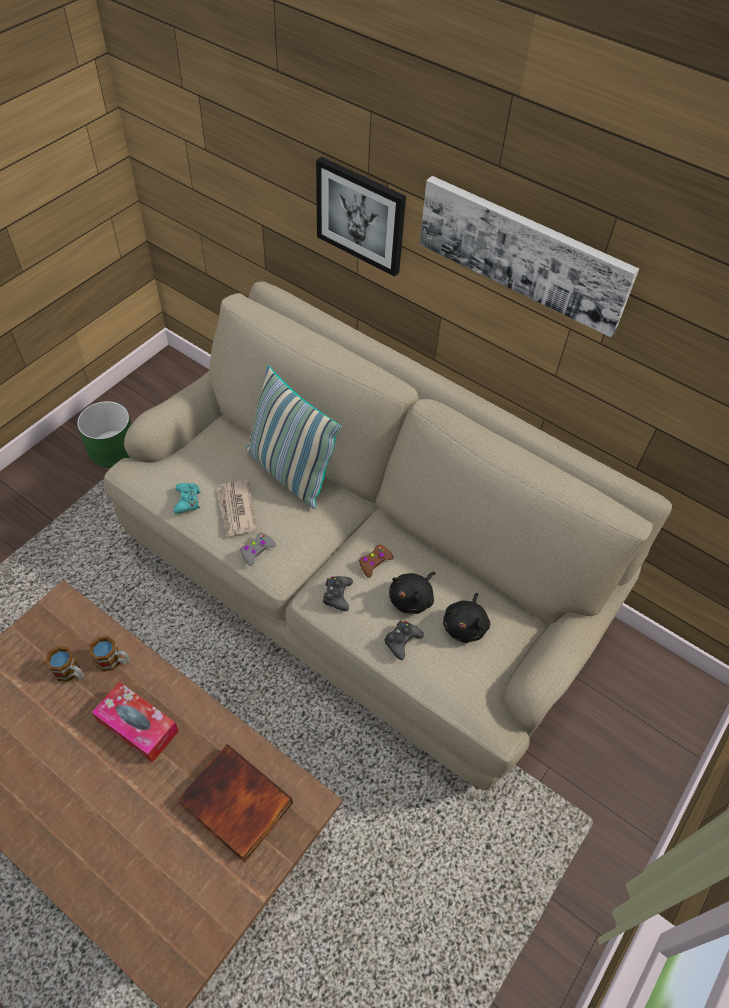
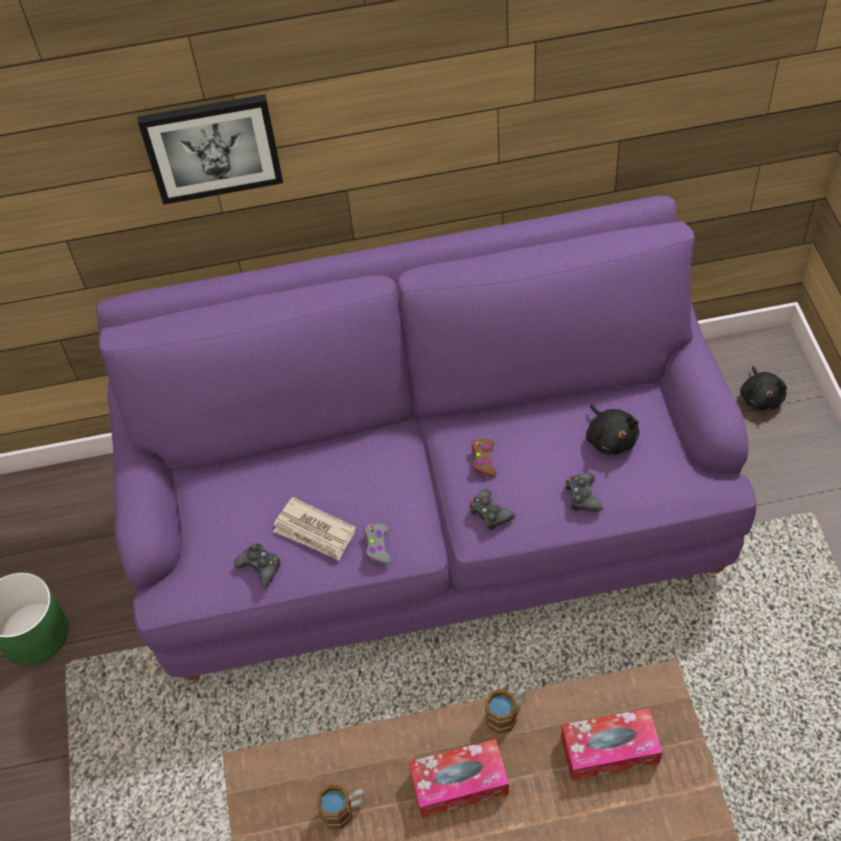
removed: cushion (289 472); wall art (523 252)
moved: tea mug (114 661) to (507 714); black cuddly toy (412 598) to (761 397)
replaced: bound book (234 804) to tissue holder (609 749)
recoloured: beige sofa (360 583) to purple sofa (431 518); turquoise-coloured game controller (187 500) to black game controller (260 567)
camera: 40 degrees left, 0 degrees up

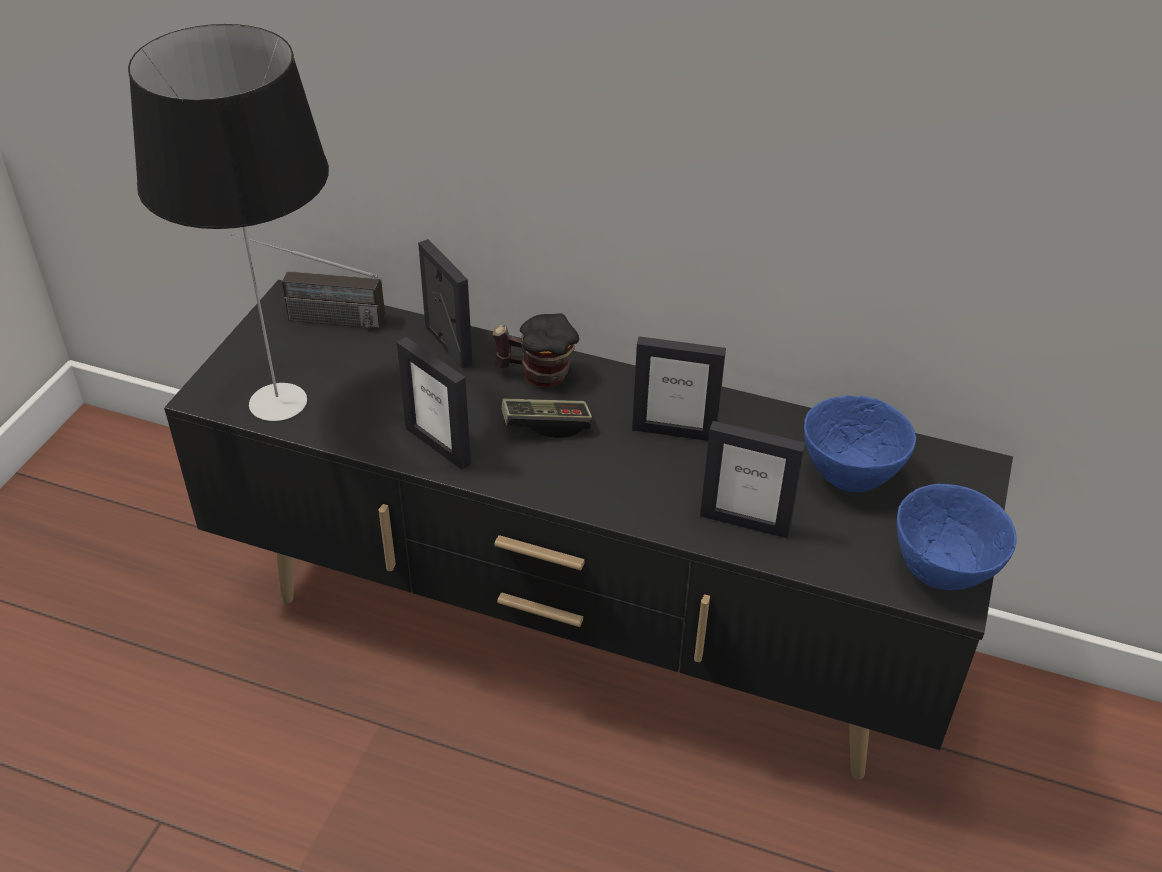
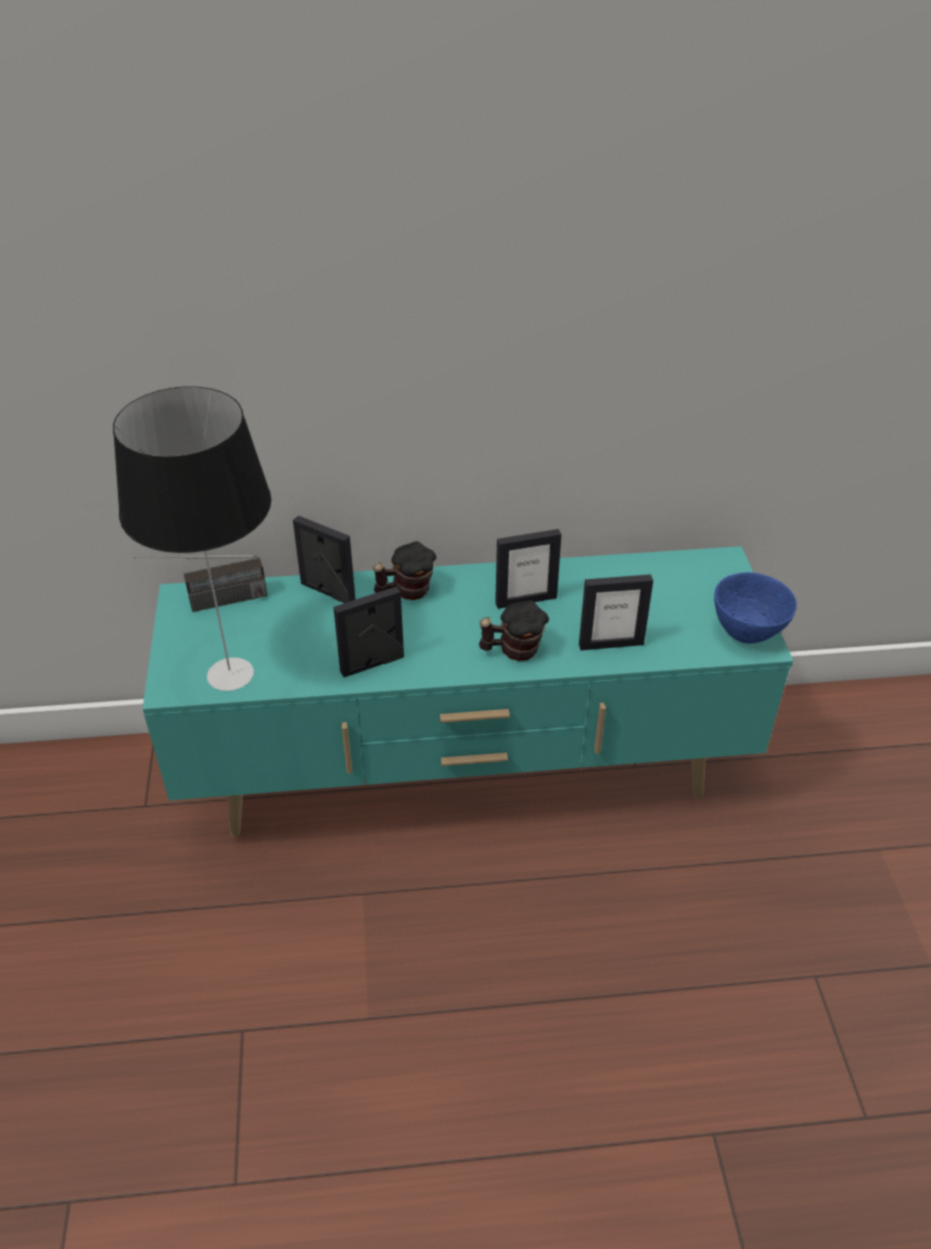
removed: game controller (546 425); bluish deep dish (850 478)
added: tea mug (512 650)
recoloured: black tv stand (580 636) to turquoise-coloured tv stand (467 777)
turned: picture frame (438 445) = (372 664) 135 degrees clockwise
camera: 25 degrees left, 0 degrees up

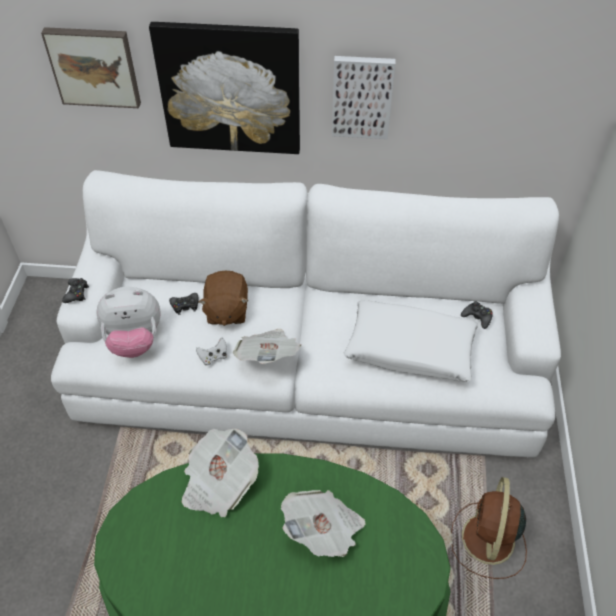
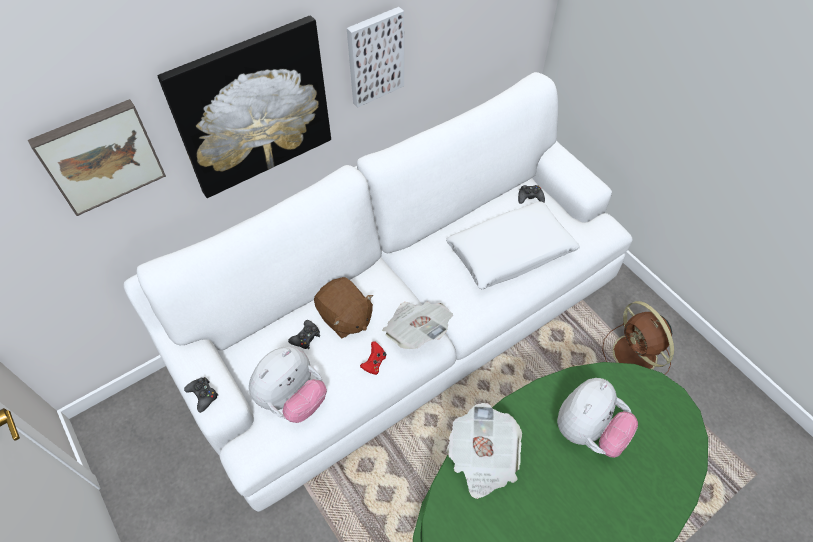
replaced: newspaper (324 530) to cuddly toy (588 430)
recoloured: whitish game controller (213 357) to red game controller (374 363)
camera: 40 degrees left, 5 degrees up

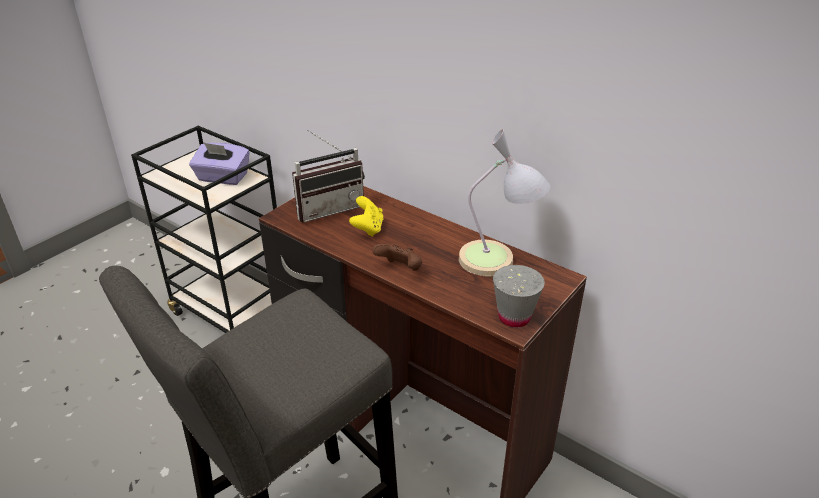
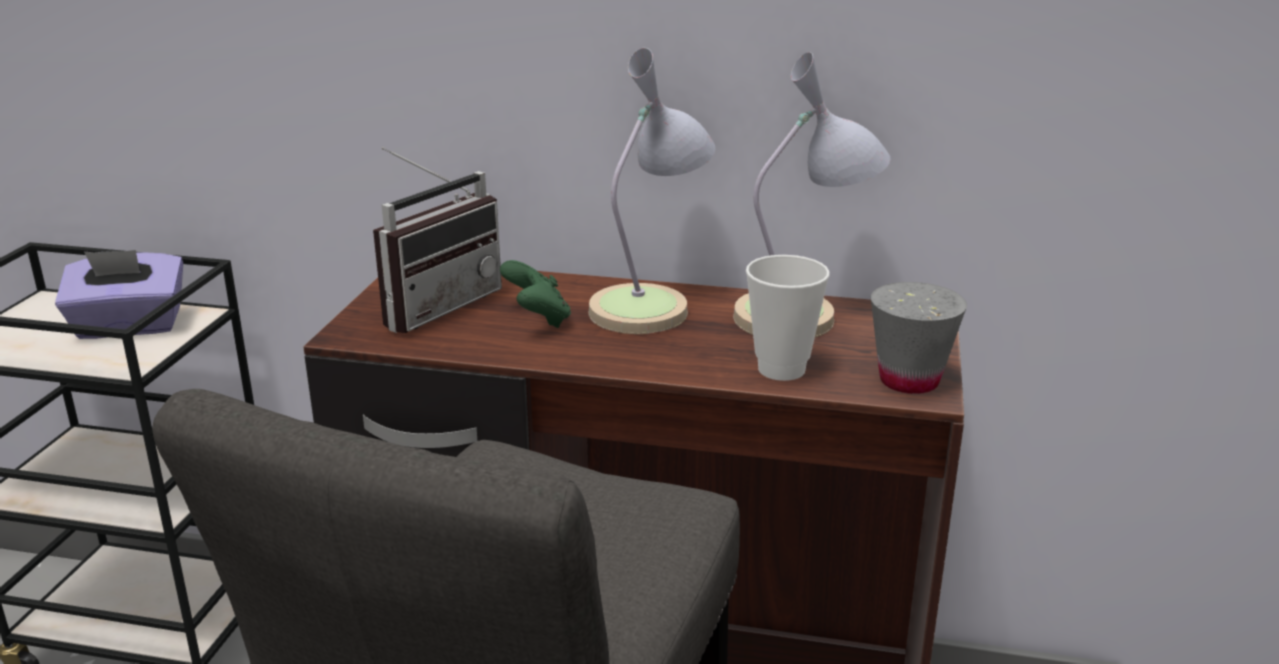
removed: brownish game controller (400 269)
added: table lamp (652 305); cup (781 369)
recoloured: yellowish game controller (368 229) to green-coloured game controller (538 319)
camera: 25 degrees left, 10 degrees down

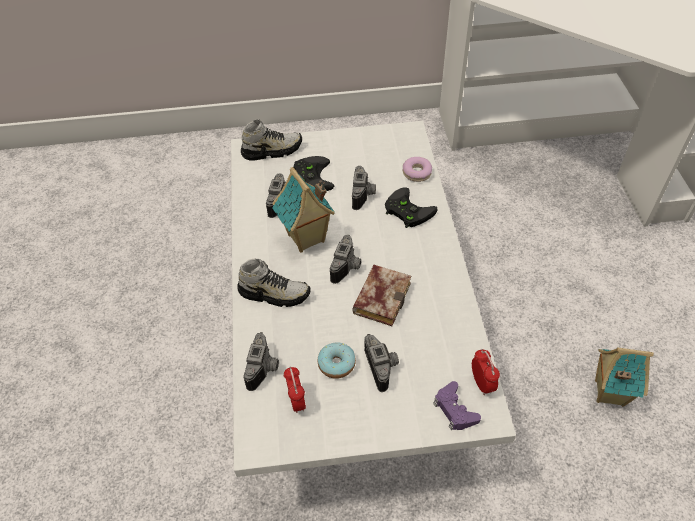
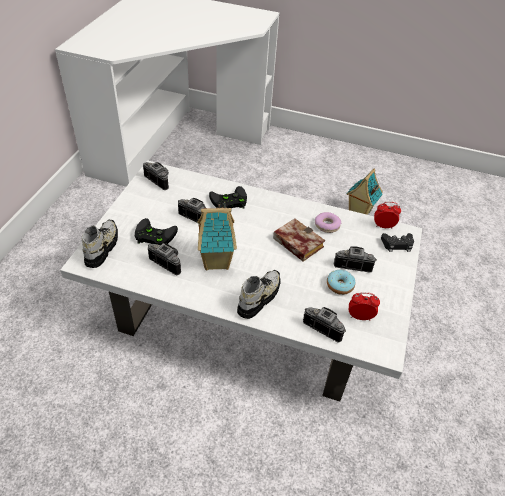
moved: photo camera (348 267) to (160 180); doughnut (417 173) to (327 225)
recoloured: purple game controller (454 410) to black game controller (397 244)
camera: 70 degrees left, 5 degrees down

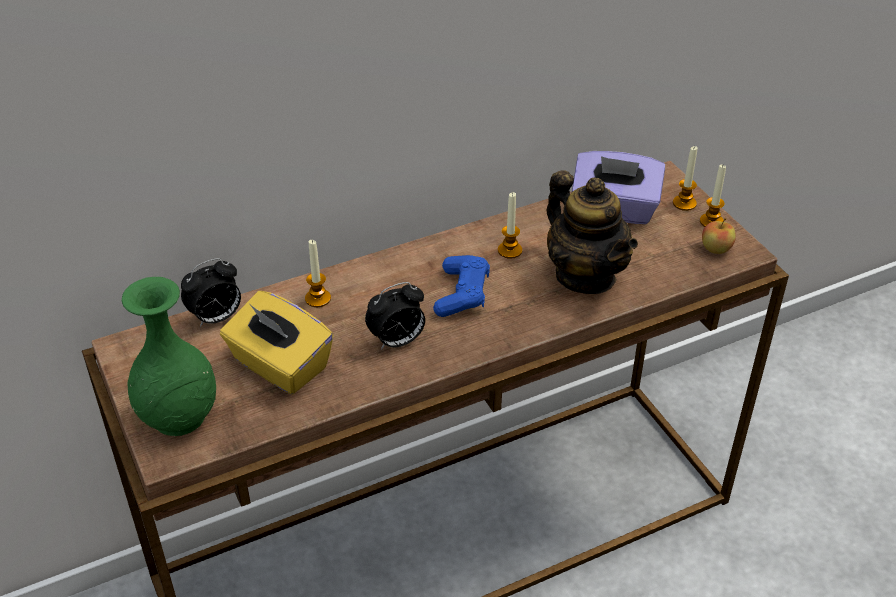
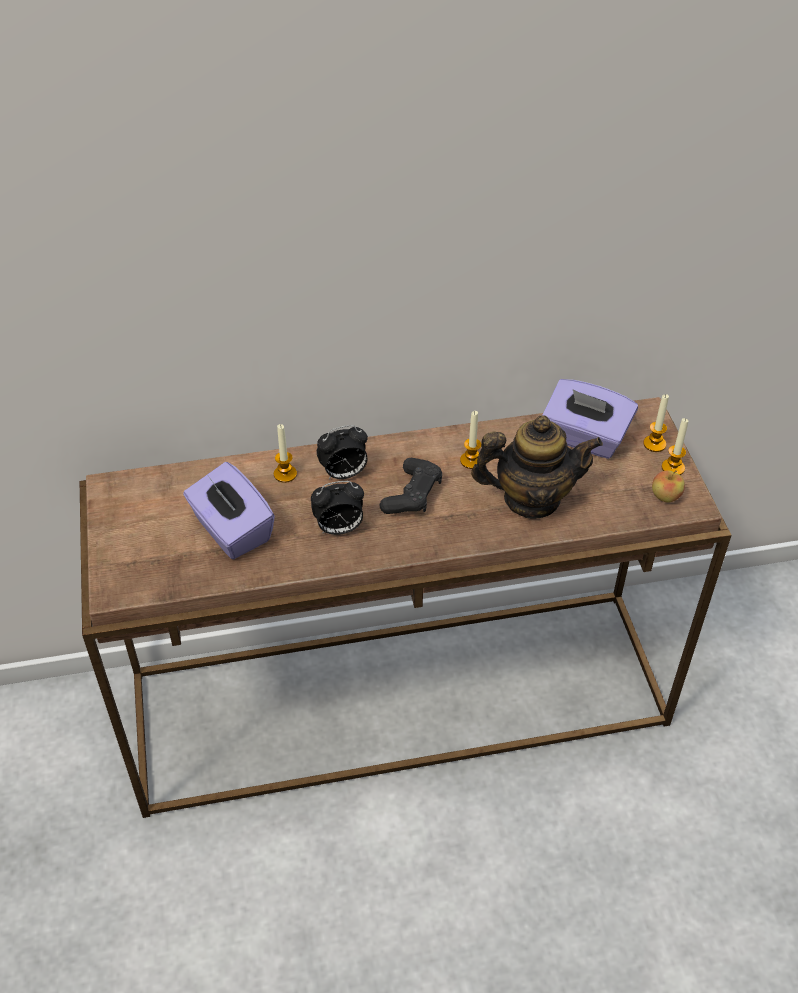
removed: green-coloured flower vase (179 417)
moved: table clock (216 318) to (343 474)
recoloured: yellowish tissue holder (279 365) to purple tissue holder (231 530); bluish game controller (462 294) to black game controller (412 495)
turned: tea pot (585 275) = (531 499) 75 degrees counterclockwise
camera: 15 degrees right, 5 degrees up

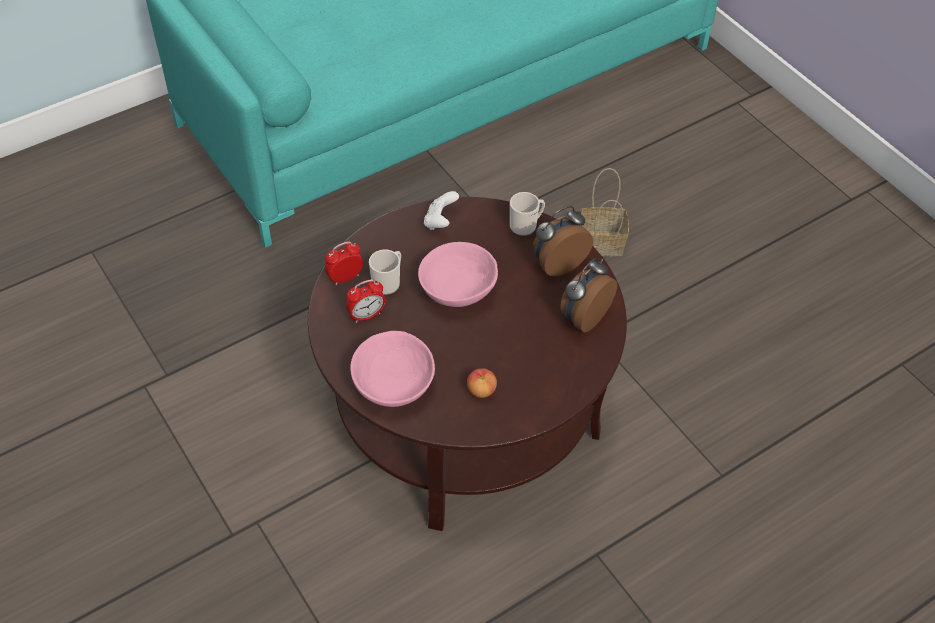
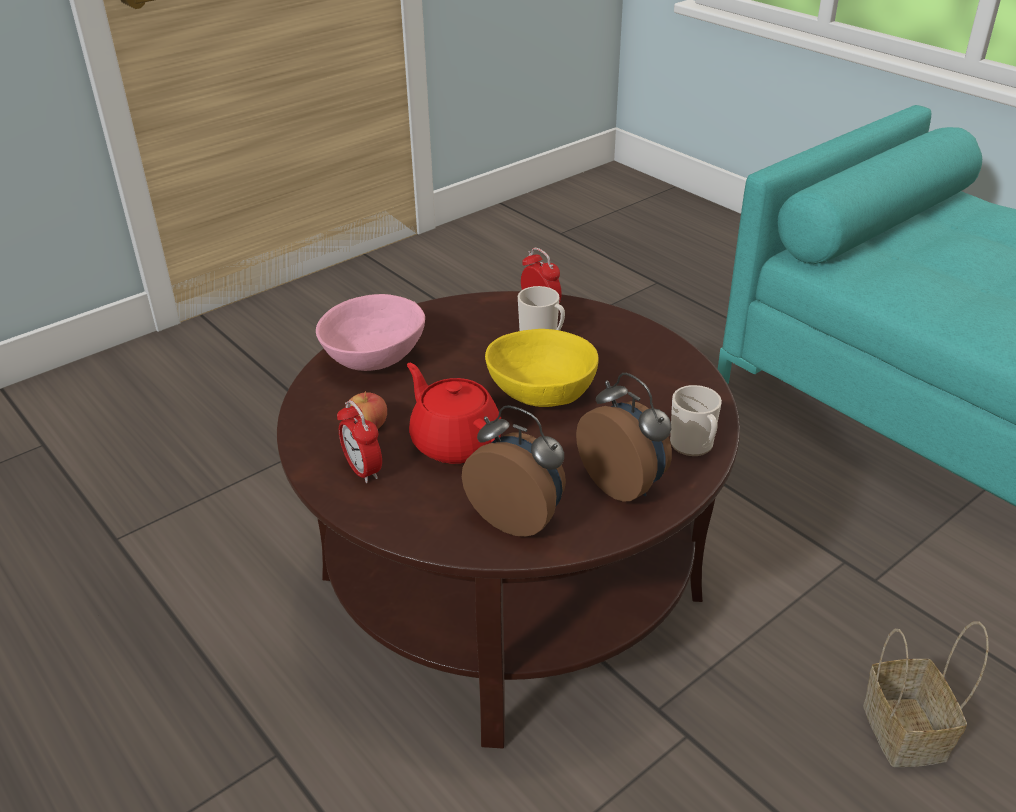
removed: whitish game controller (440 221)
added: red tea pot (455 442)
moved: table clock (366 315) to (363 470)
recoloured: pink deep dish (459 290) to yellowish deep dish (542 394)
camera: 85 degrees right, 15 degrees down

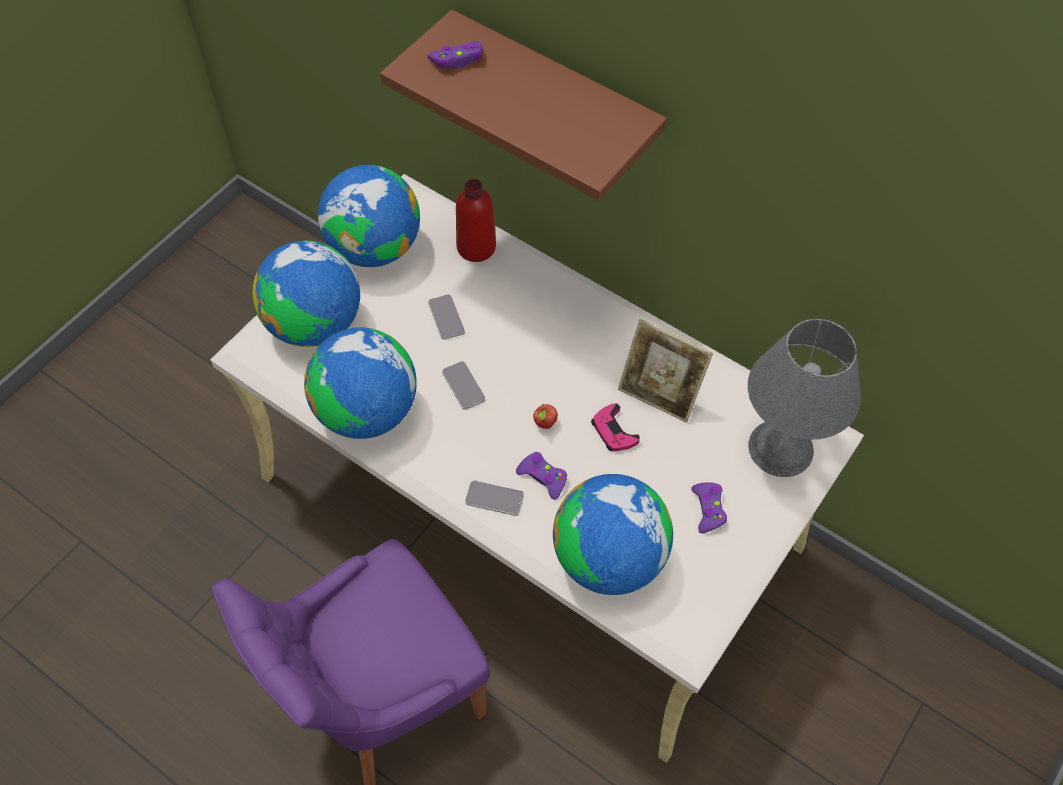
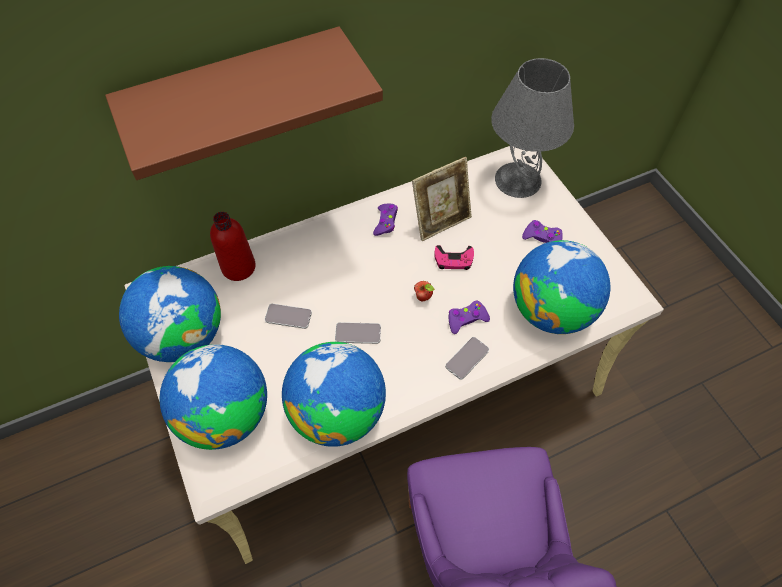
moved: purple game controller (457 60) to (385 222)
camera: 60 degrees left, 0 degrees up

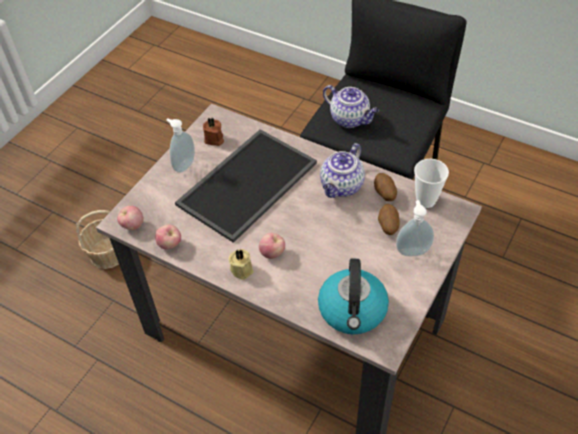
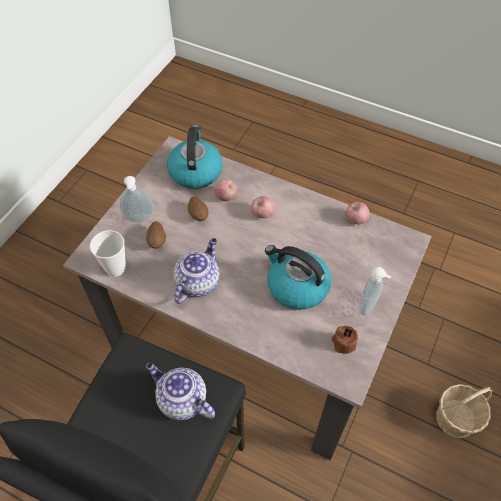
removed: beige candle (242 269)
moved: apple fruit (132 225) to (226 197); spud (384 194) to (198 215)
replaced: tray (246 182) to tea kettle (296 286)
camera: 175 degrees right, 5 degrees up

